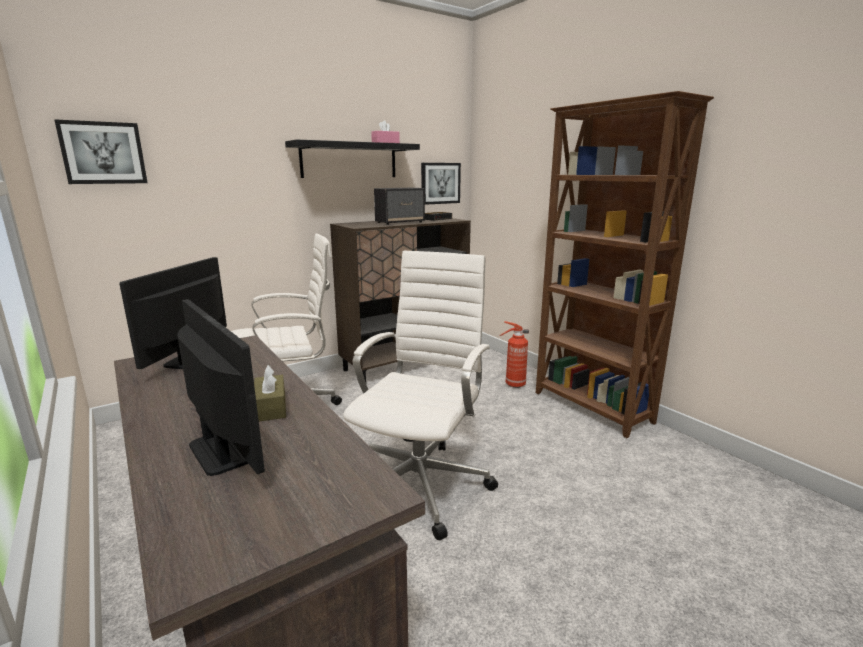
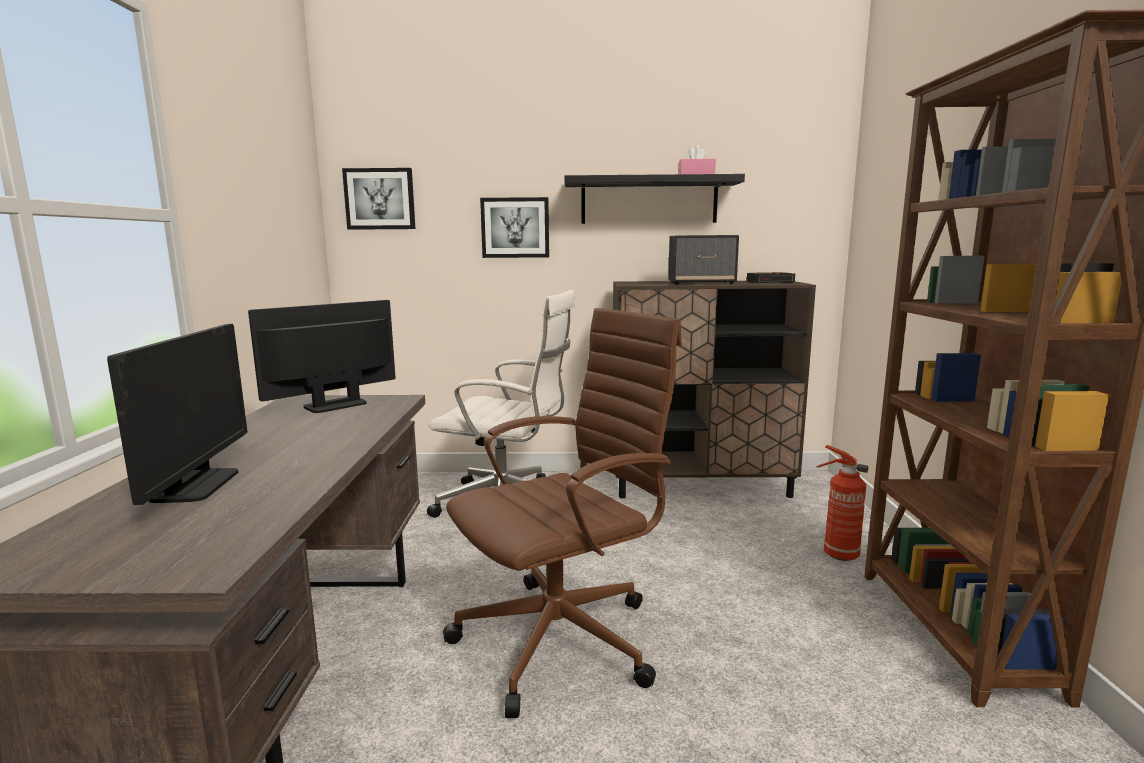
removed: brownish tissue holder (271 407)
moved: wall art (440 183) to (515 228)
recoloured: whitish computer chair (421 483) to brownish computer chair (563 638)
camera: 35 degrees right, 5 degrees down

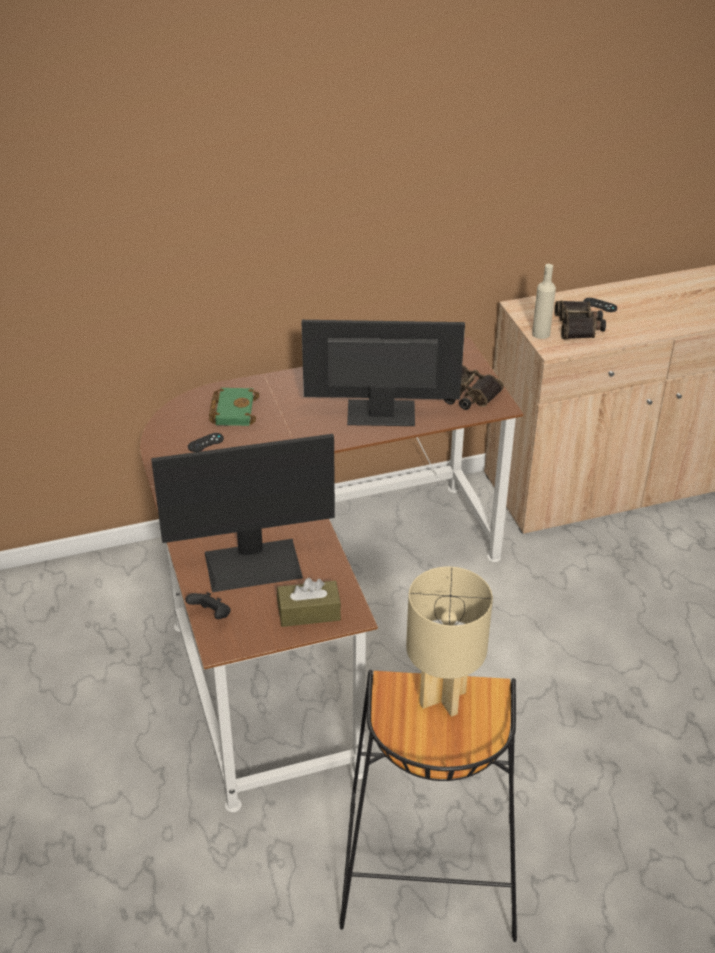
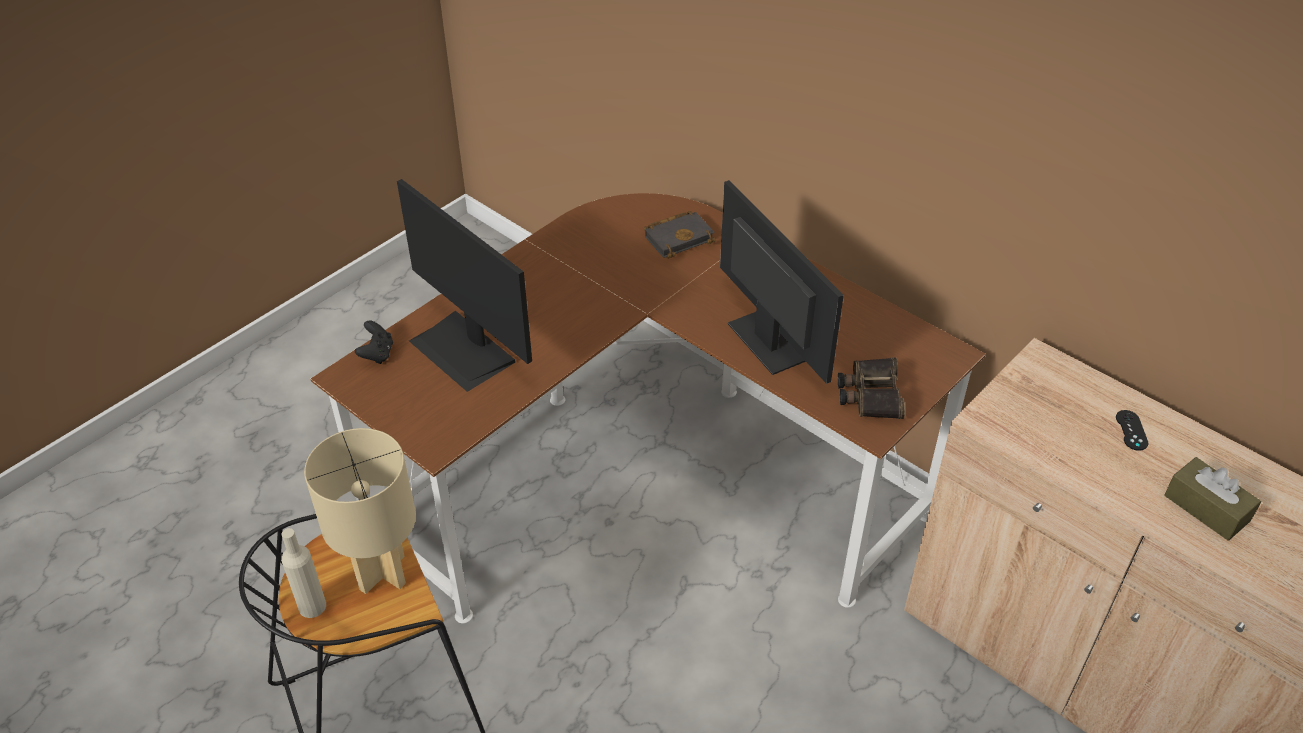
removed: black game controller (205 442); binoculars (579 326)
moved: brownish tissue holder (309 612) to (1206 508); beige bottle (541 334) to (312 606)
recoloured: green-coloured bound book (232 410) to black bound book (679 237)
camera: 60 degrees right, 5 degrees up

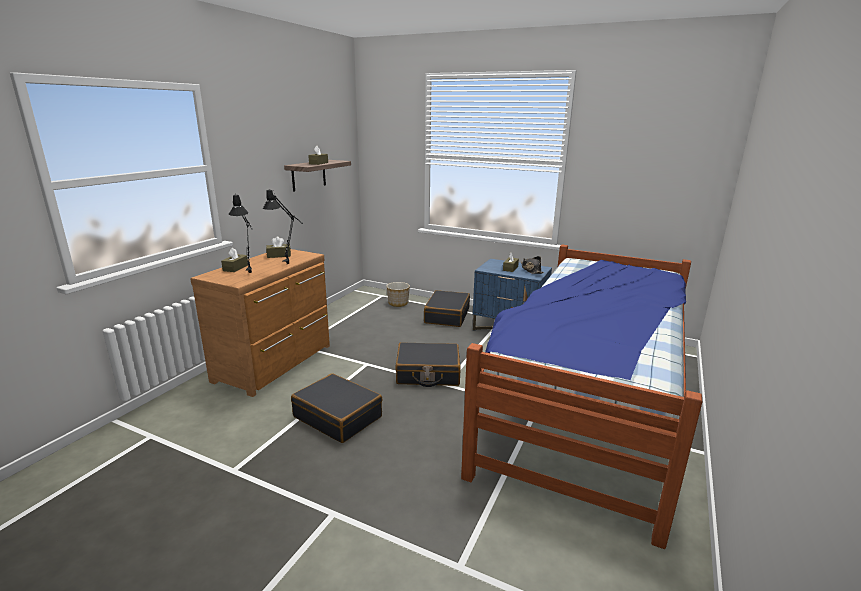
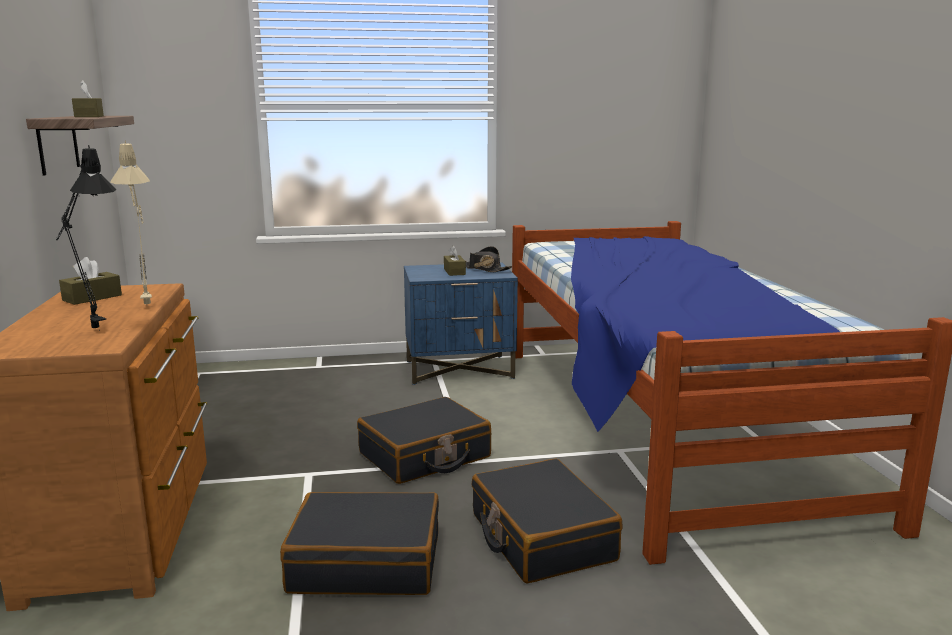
removed: brownish tissue holder (235 268); plant pot (397 303)
moved: black piece of luggage (446 316) to (541 537)
recoloured: black table lamp (290 263) to beige table lamp (147 304)
camera: 35 degrees left, 5 degrees down

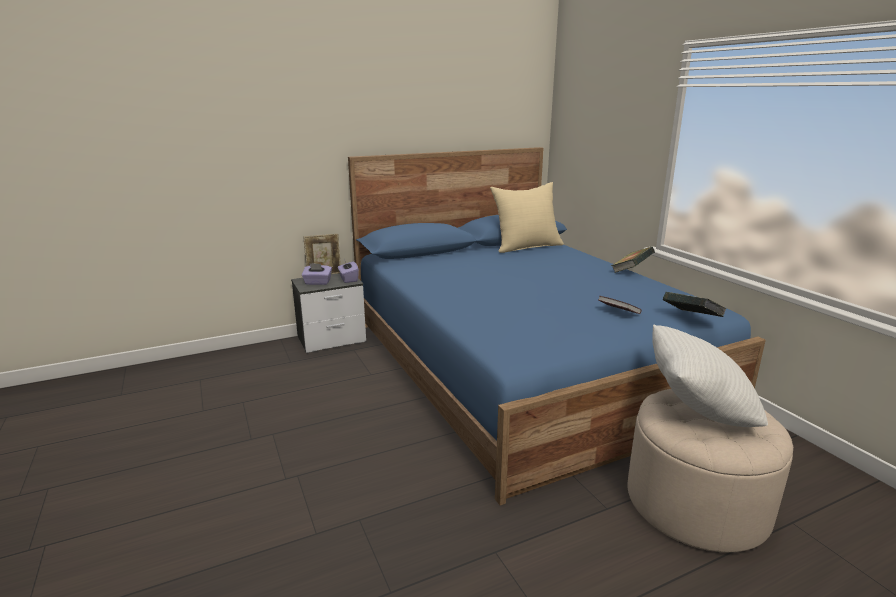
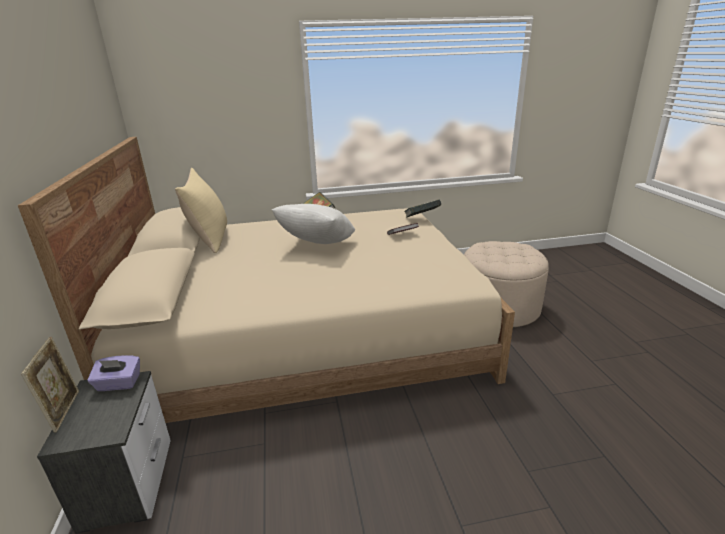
removed: purple tissue holder (317 282)
moved: whitish cushion (697 409) to (317 246)
recoloured: bluish bedroom bed (521 364) to beige bedroom bed (307 332)
camera: 75 degrees left, 5 degrees up

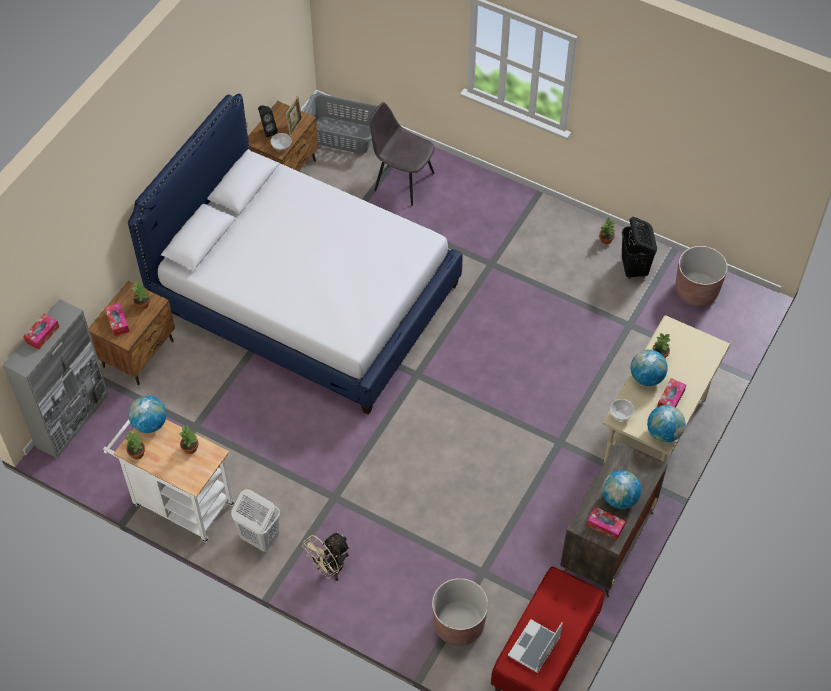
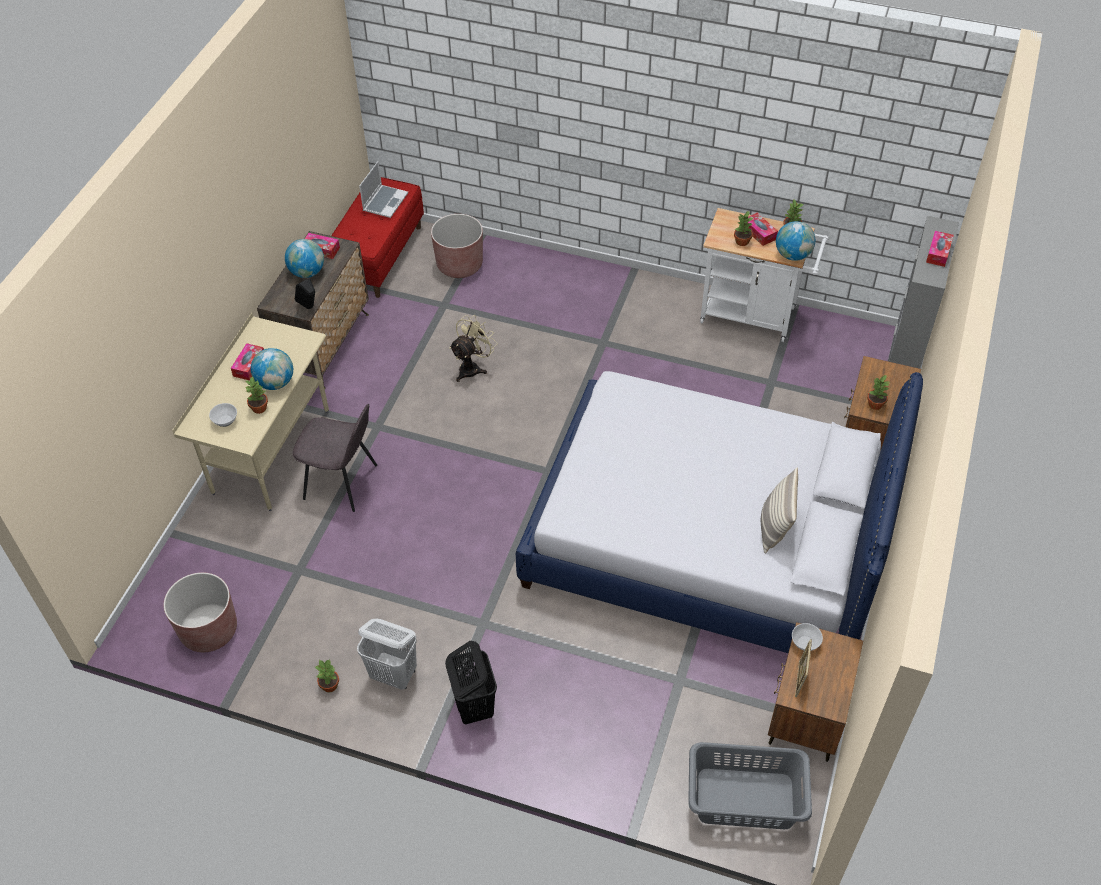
removed: globe (663 433)
added: cushion (774 528)
moved: tissue holder (117 322) to (759 233); whitish hamper (259 537) to (394 675); black loudspeaker (267 130) to (309 308); beige cooling fan (329 568) to (472 367); grey plain chair (402 181) to (342 482); deep dish (621 415) to (225 420); black hamper (634 268) to (474 706)
camera: 170 degrees right, 5 degrees down

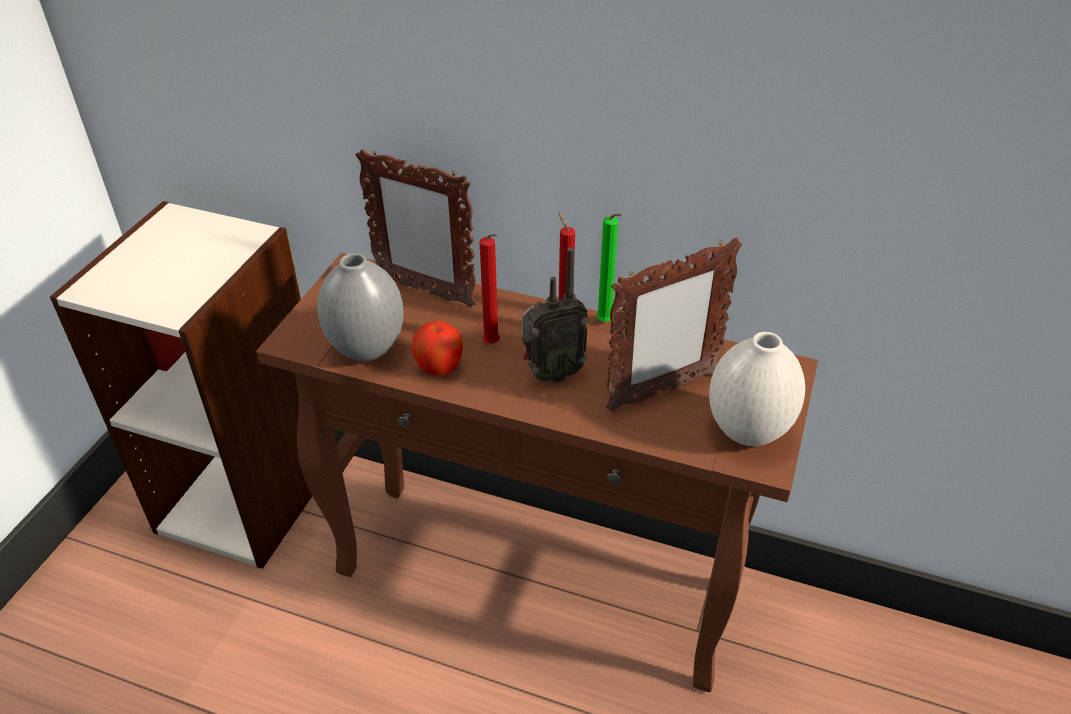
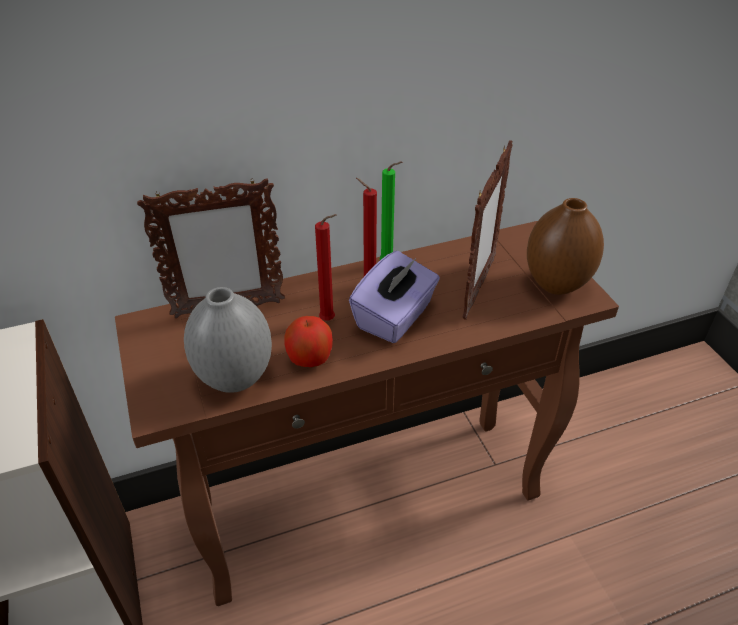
replaced: radio receiver (551 373) to purple tissue holder (395 317)
recoloured: whitish flower vase (747 433) to brownish flower vase (556 286)
camera: 40 degrees left, 0 degrees up

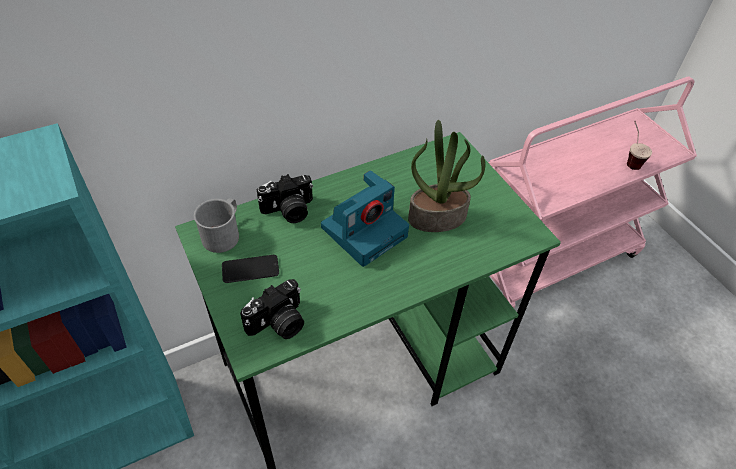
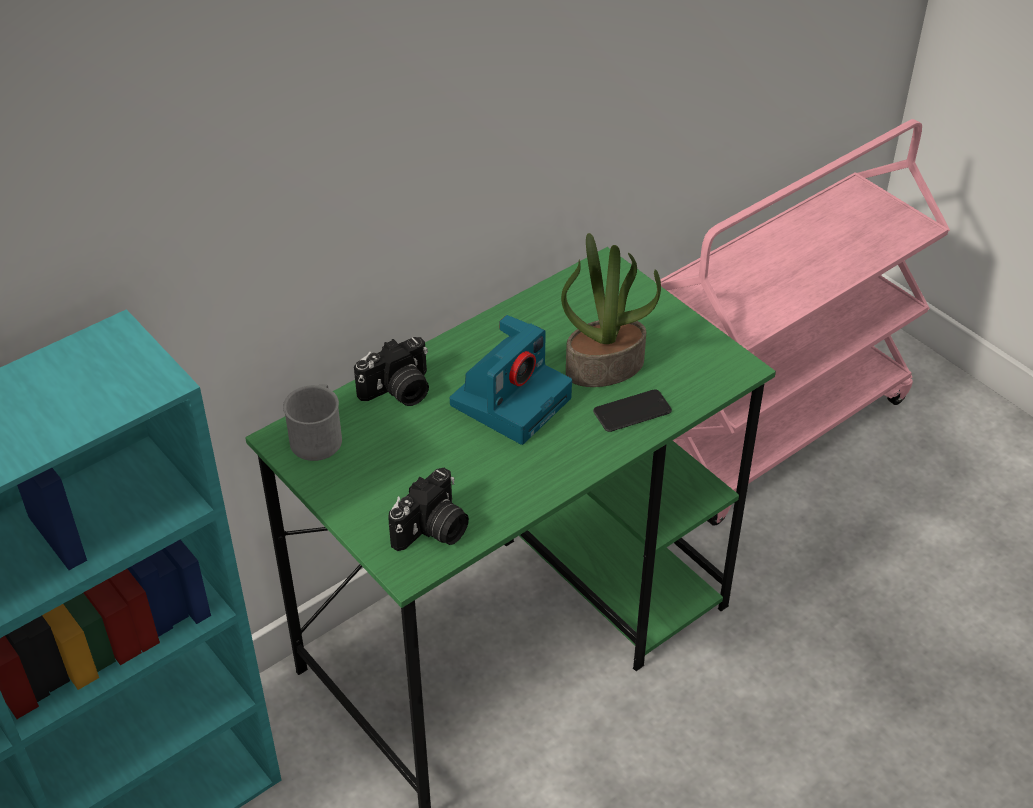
removed: cup (630 159)
moved: handset (250 269) to (632 412)
camera: 10 degrees left, 5 degrees down

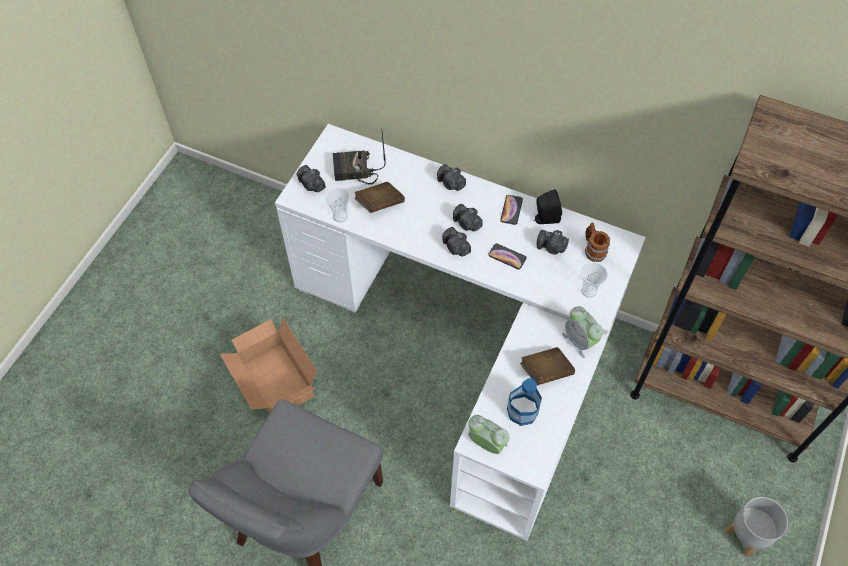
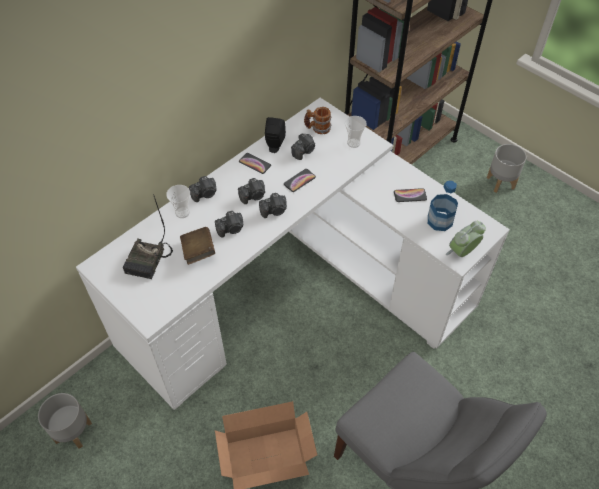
removed: table clock (579 341)
added: grey plant pot (73 431)
moved: photo camera (311 185) to (231 229); cup (340 216) to (182 212)
replaced: brownish bound book (546 372) to handset (410 195)
camera: 70 degrees left, 5 degrees down

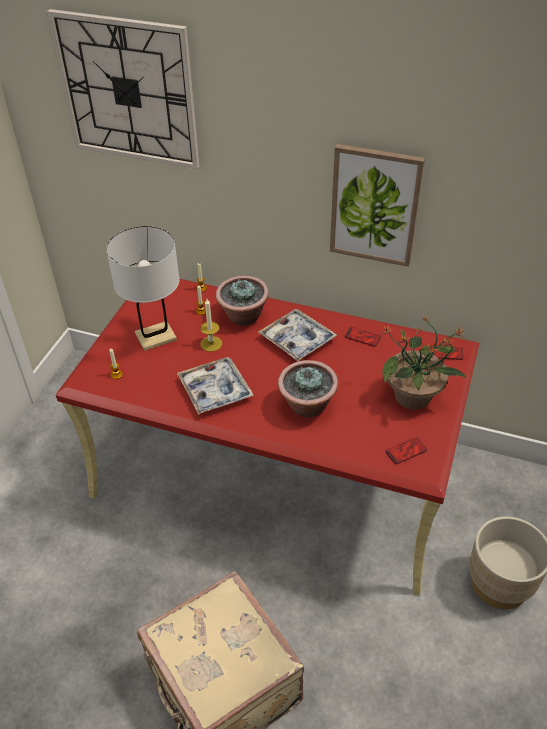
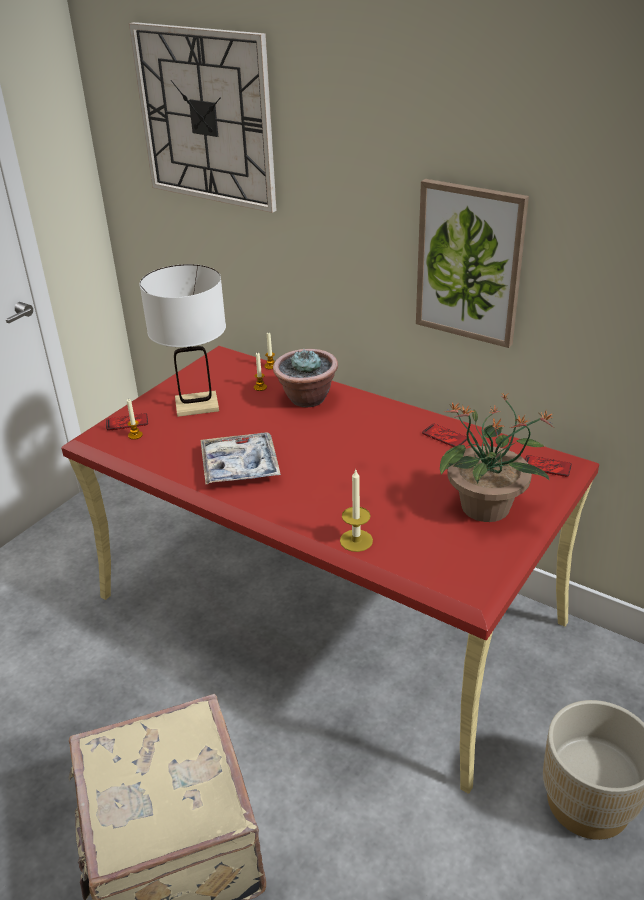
removed: tray (297 340); plant in a pot (307 406)
moved: candle (211 344) to (356 540); handset (406 451) to (127 423)
camera: 15 degrees right, 10 degrees down

